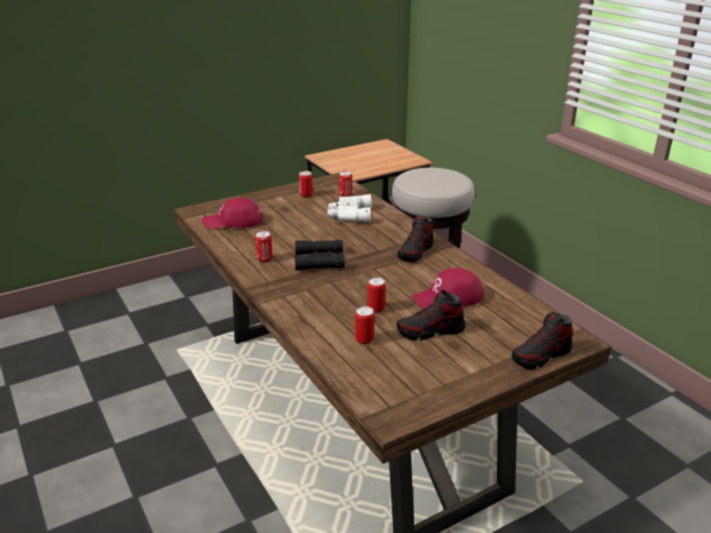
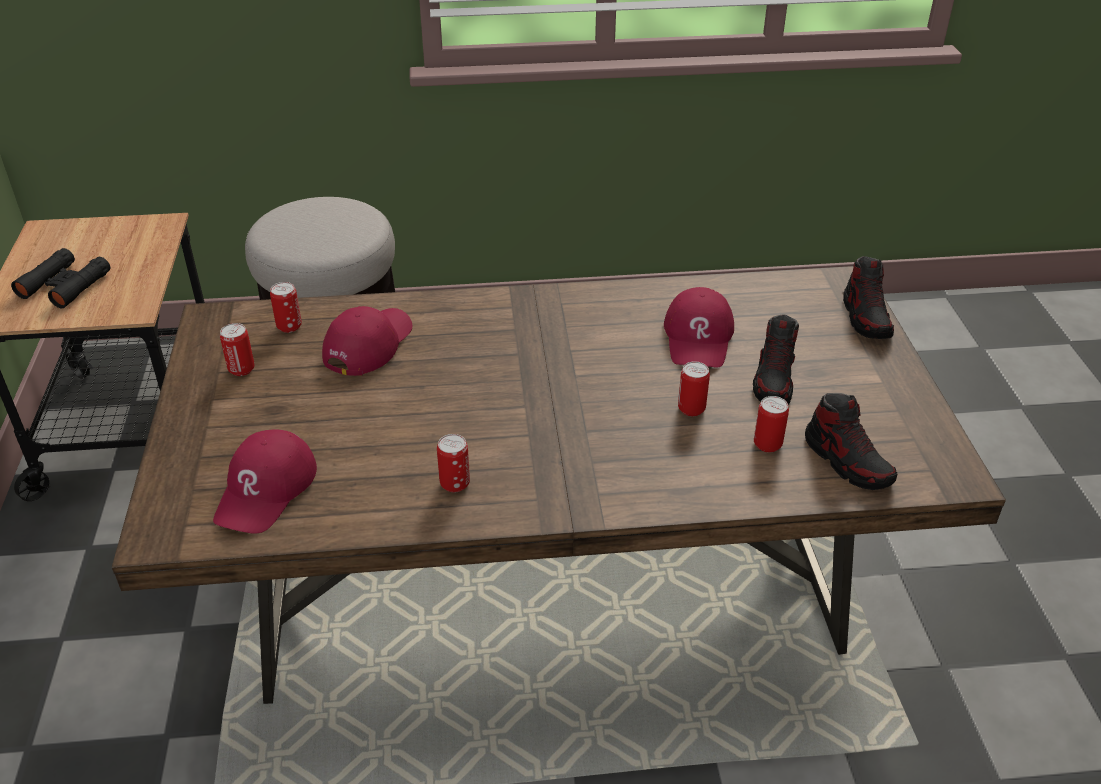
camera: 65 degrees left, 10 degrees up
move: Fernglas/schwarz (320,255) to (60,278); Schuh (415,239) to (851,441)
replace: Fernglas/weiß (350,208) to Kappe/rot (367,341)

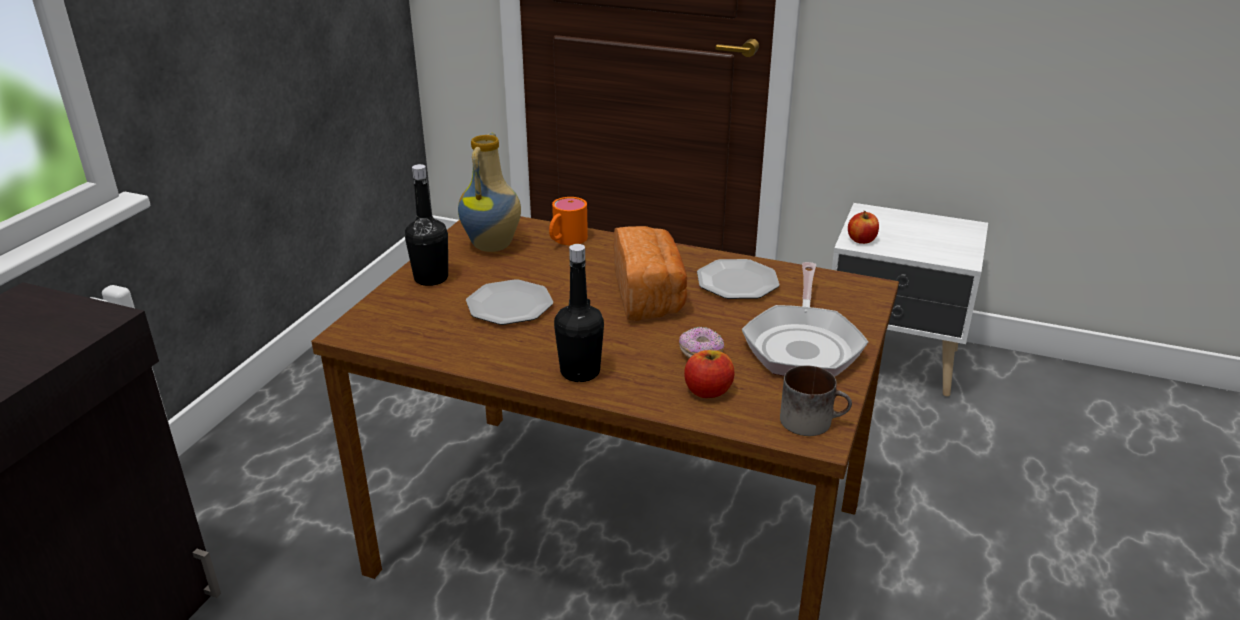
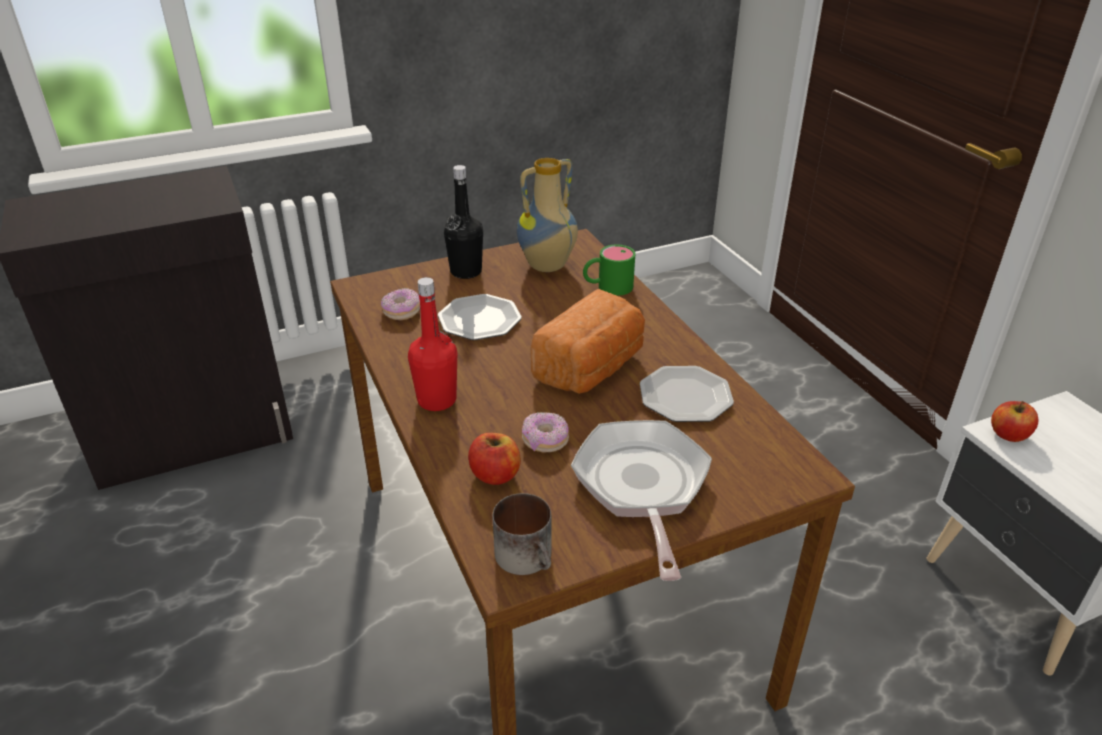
camera: 45 degrees right, 5 degrees up
insert: Donut (400,304)
recolor: Henkelbecher/orange (568,221) to Henkelbecher/grün (609,270); Flasche/schwarz (579,313) to Flasche/rot (432,344)
rotate: Pfanne (805,319) = (641,500) 120 degrees clockwise

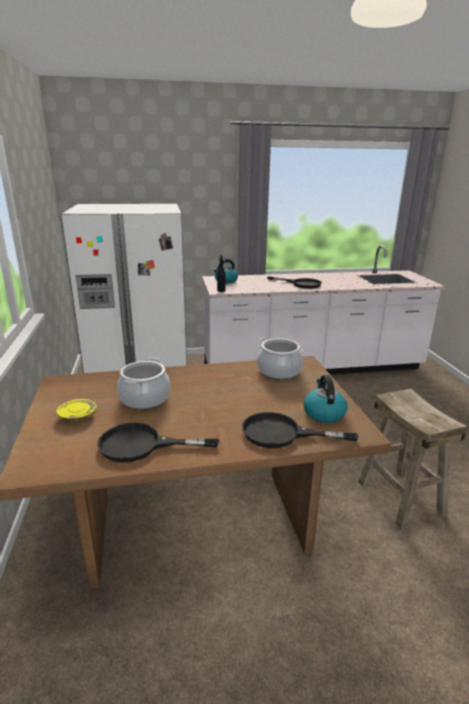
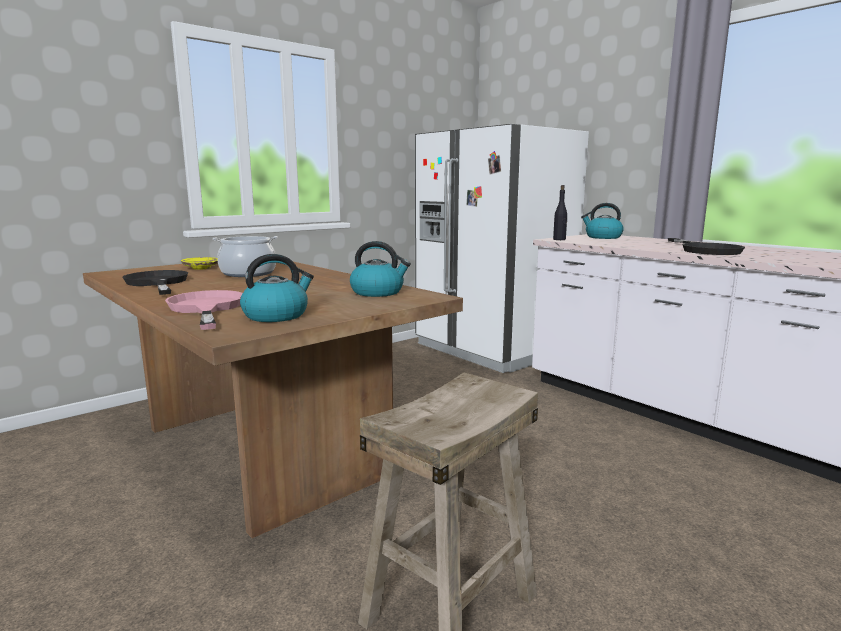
camera: 60 degrees right, 10 degrees down
replace: Kochtopf (280,358) to Wasserkessel (380,269)
recolor: Pfanne/schwarz (300,430) to Pfanne/rosa (204,310)

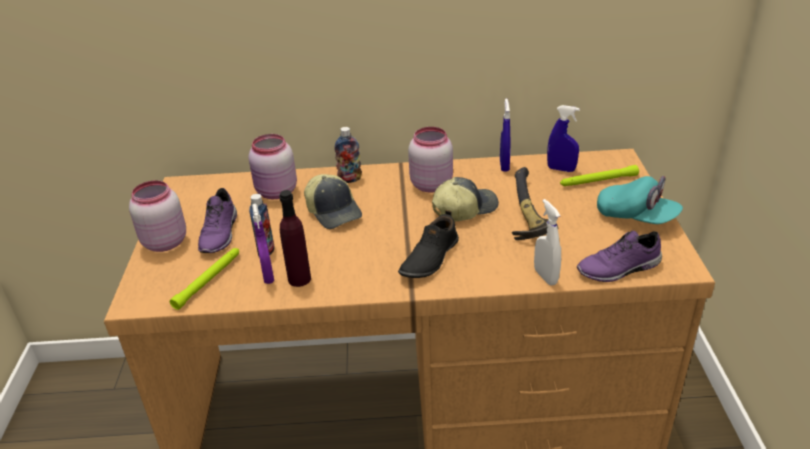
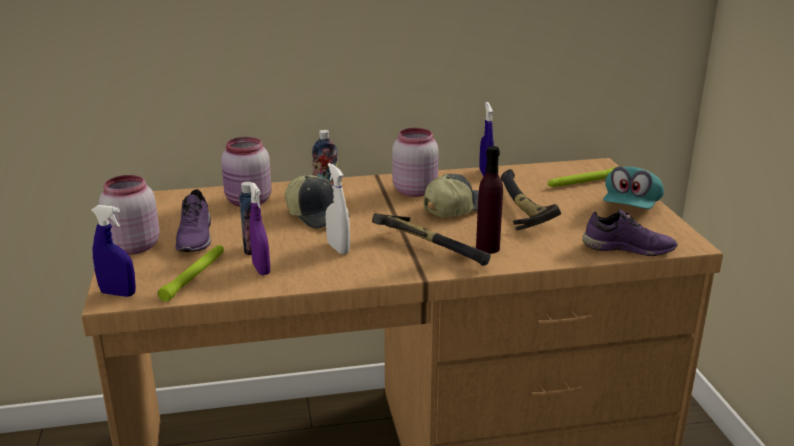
camera: 10 degrees left, 10 degrees down
move: Flasche/lila (295,238) to (489,200); Sprühflasche/weiß (547,242) to (338,208); Sprühflasche/blau (563,138) to (113,251)
replace: Schuh/schwarz (428,244) to Hammer (431,239)
rotate: Schuh/lila (619,256) = (630,232) 150 degrees counterclockwise; Kappe/türkis (640,200) = (633,188) 90 degrees clockwise

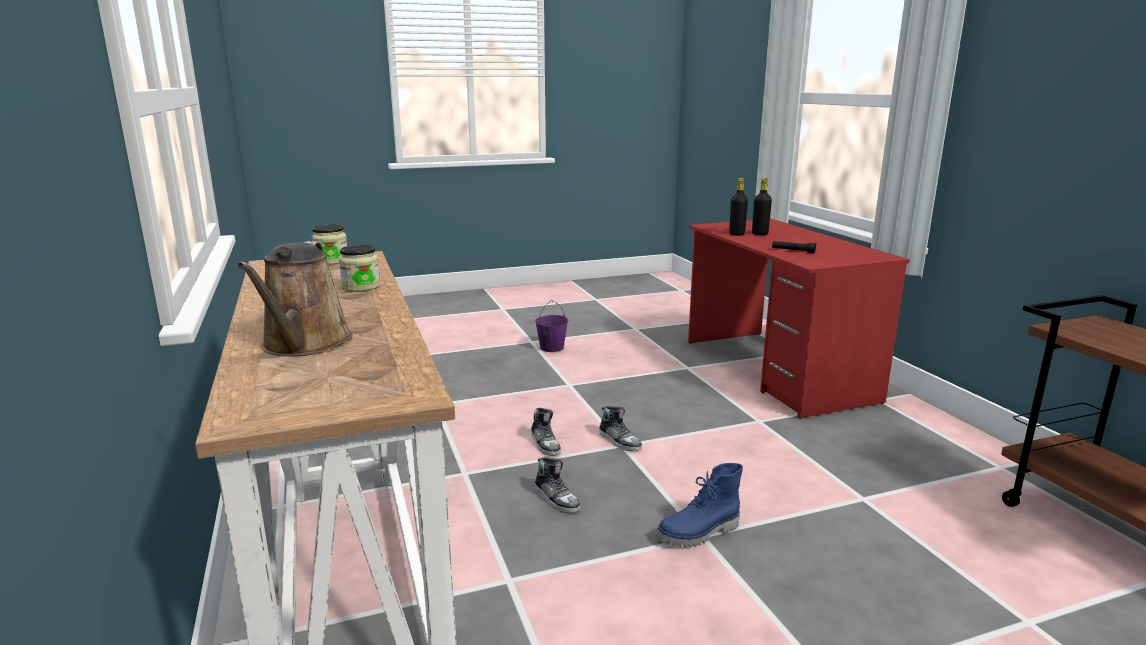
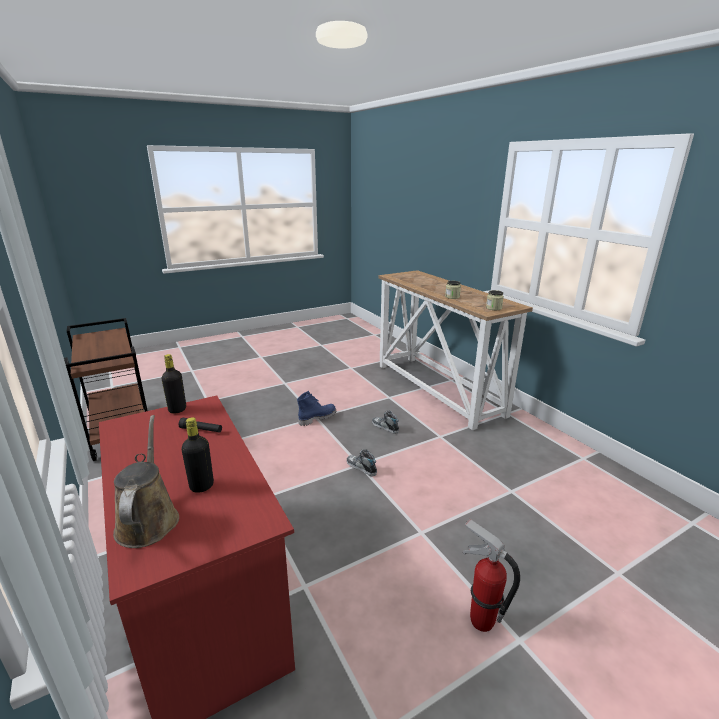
camera: 170 degrees right, 5 degrees up
delete: Schuh (546,432)
move: Gießkanne/braun (294,299) to (146,481); Flasche/schwarz (738,207) to (174,384)
replace: Eimer/lila (551,326) to Feuerlöscher (491,575)

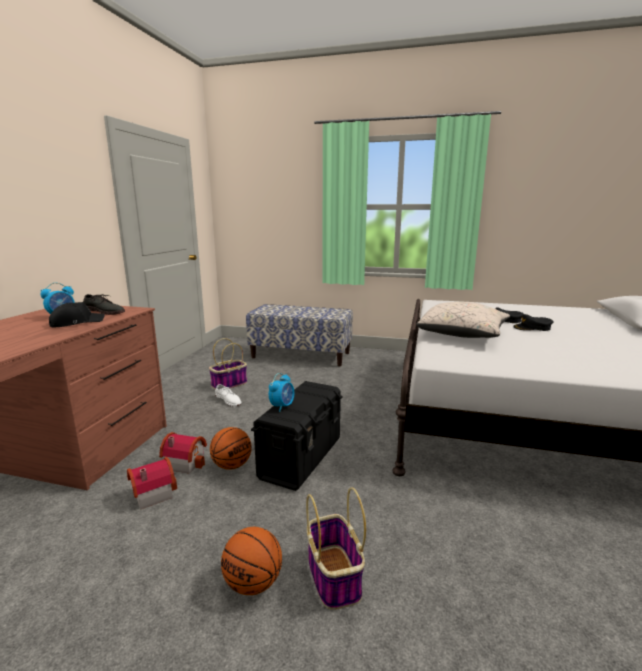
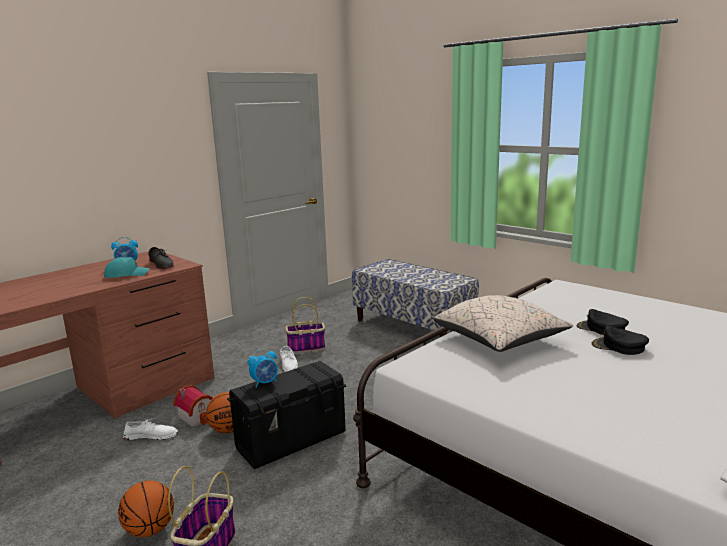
camera: 30 degrees right, 0 degrees up
replace: Spielzeughaus (152,483) to Schuh/weiß (150,429)
recolor: Kappe/schwarz (77,314) to Kappe/türkis (127,267)

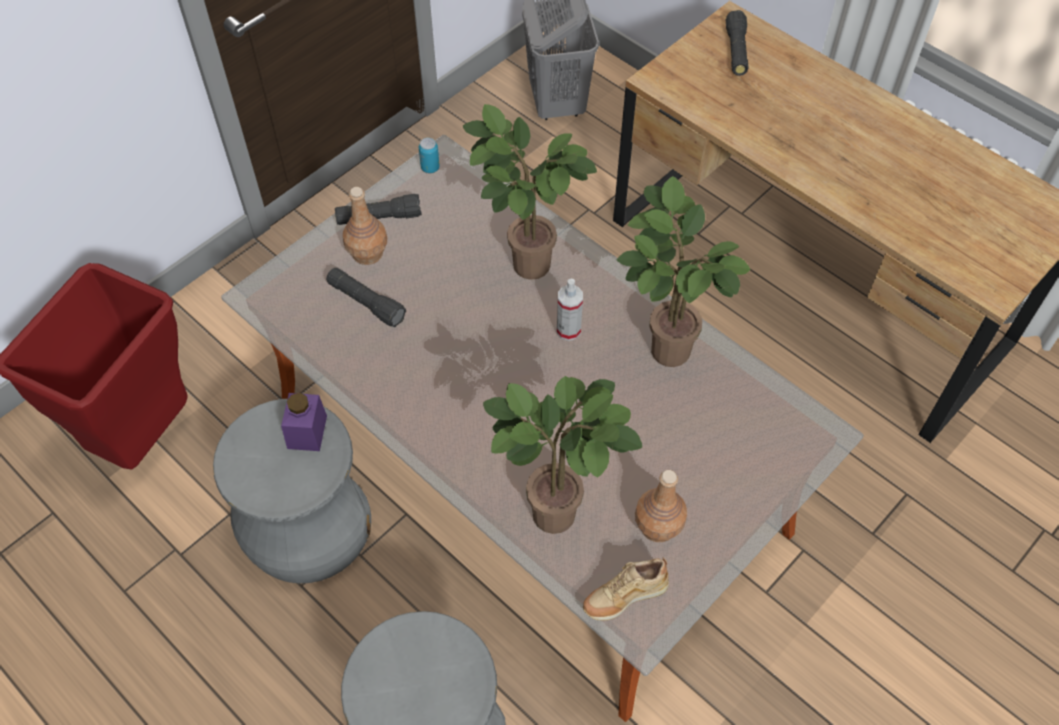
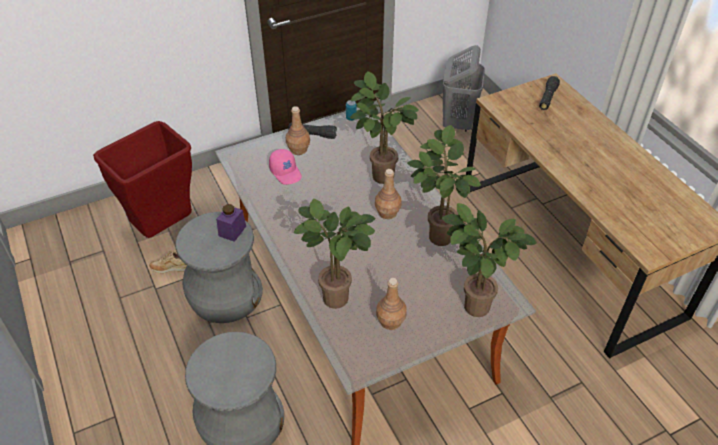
camera: 20 degrees right, 10 degrees down
insert: Topfpflanze (489,260)
move: Schuh/beige (626,589) to (168,262)
replace: Taschenlampe/schwarz (366,297) to Kappe/rosa (285,167); Sprühflasche (570,310) to Flasche/braun (388,194)

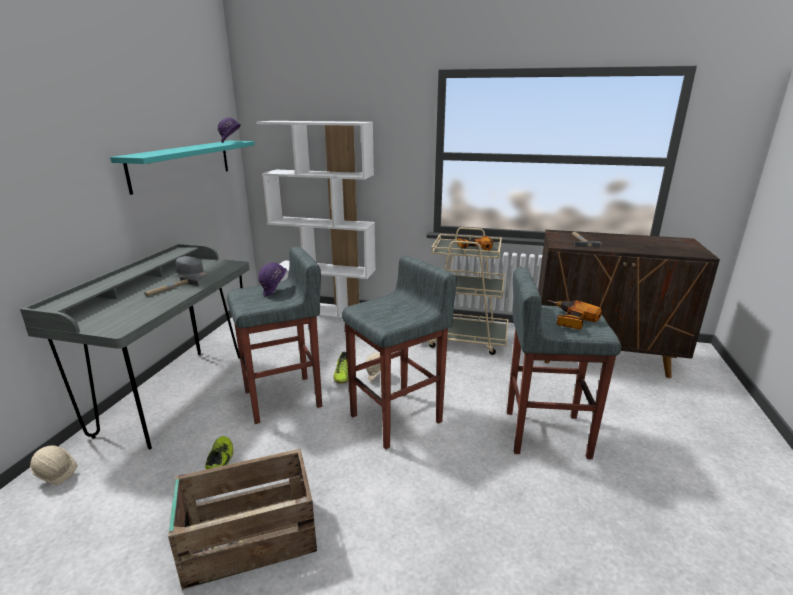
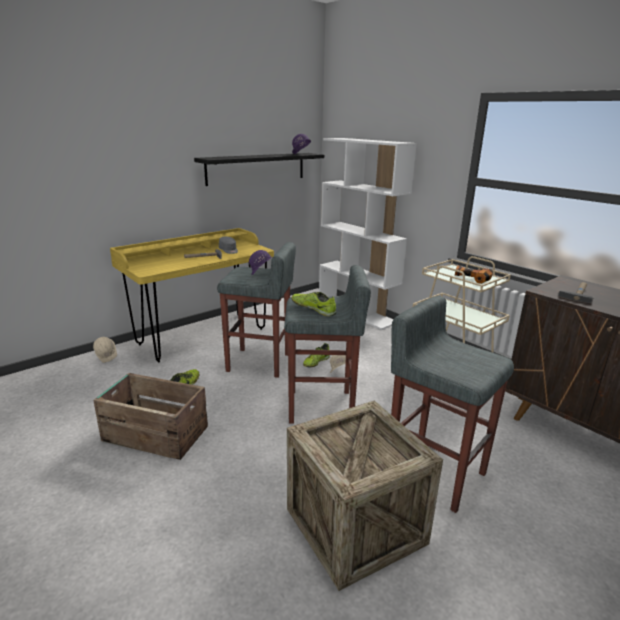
camera: 35 degrees right, 0 degrees up
delete: Bohrmaschine (575,315)
insert: Kiste (365,495); Schuh (314,304)
recolor: Schreibtisch/grau (135,346) to Schreibtisch/gelb (192,295); Wandregal/türkis (182,168) to Wandregal/schwarz (259,169)

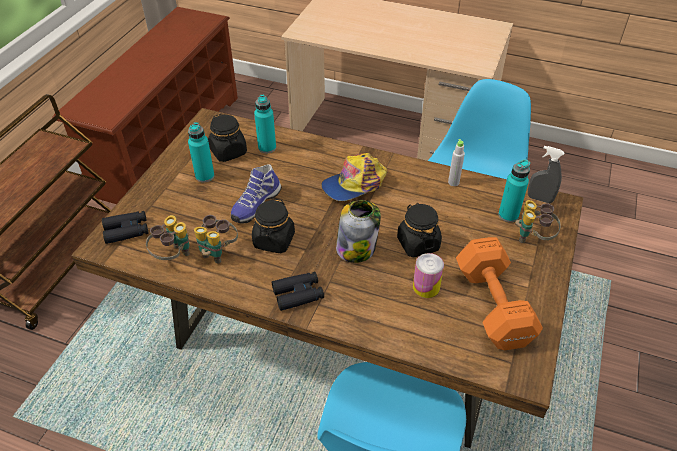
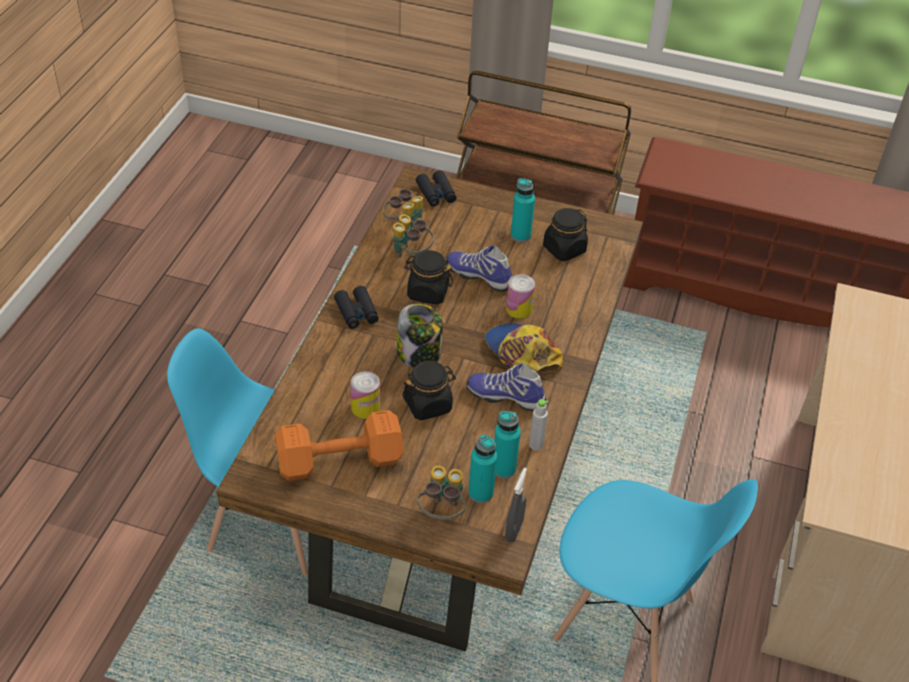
camera: 85 degrees right, 0 degrees up
insert: Schuh (506,387); Dose (520,296)
move: Flasche/türkis (265,124) to (507,444)

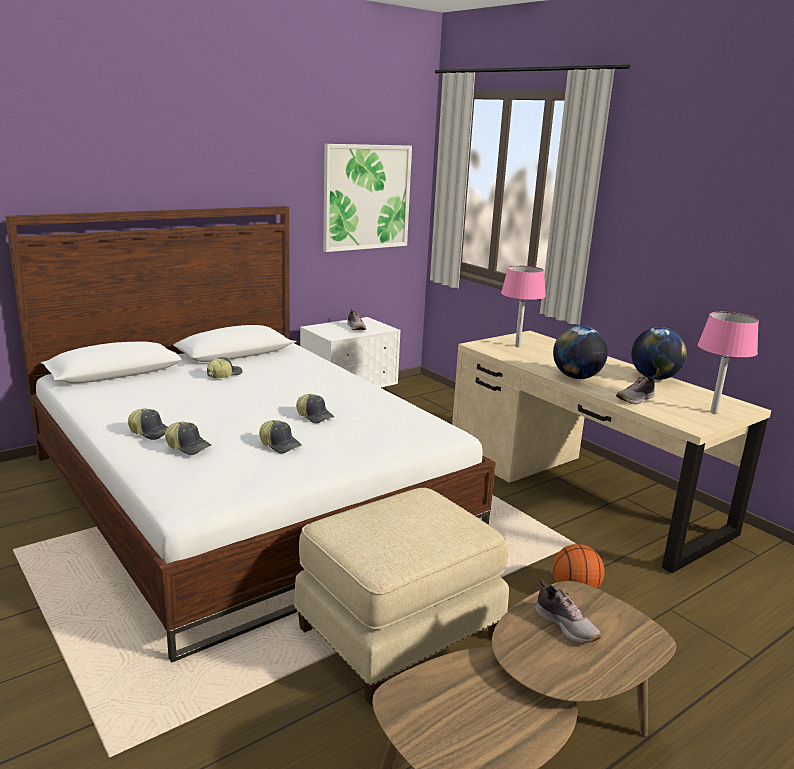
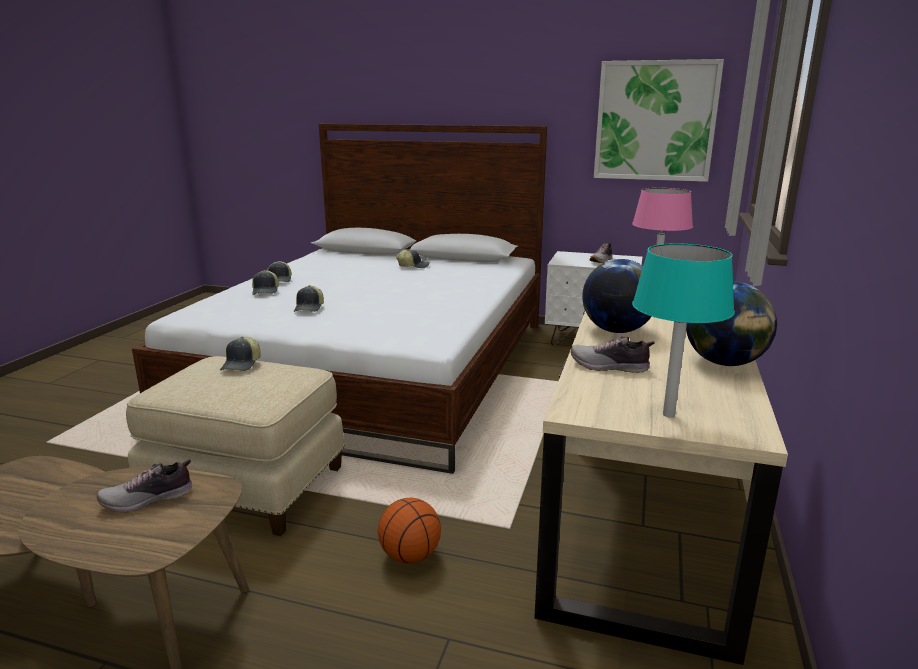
camera: 55 degrees right, 0 degrees up
move: Kappe (315,408) to (240,353)
recolor: Tischlampe/rosa (728,363) to Tischlampe/türkis (683,330)
rotate: Schuh (568,611) = (145,486) 45 degrees clockwise

